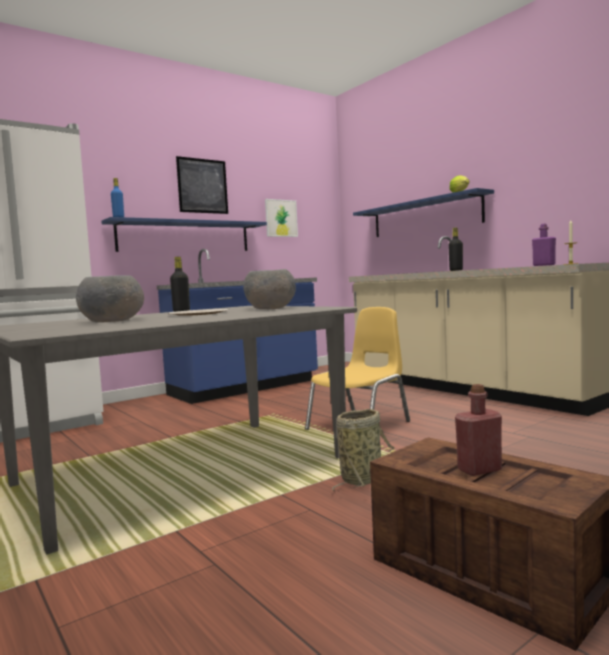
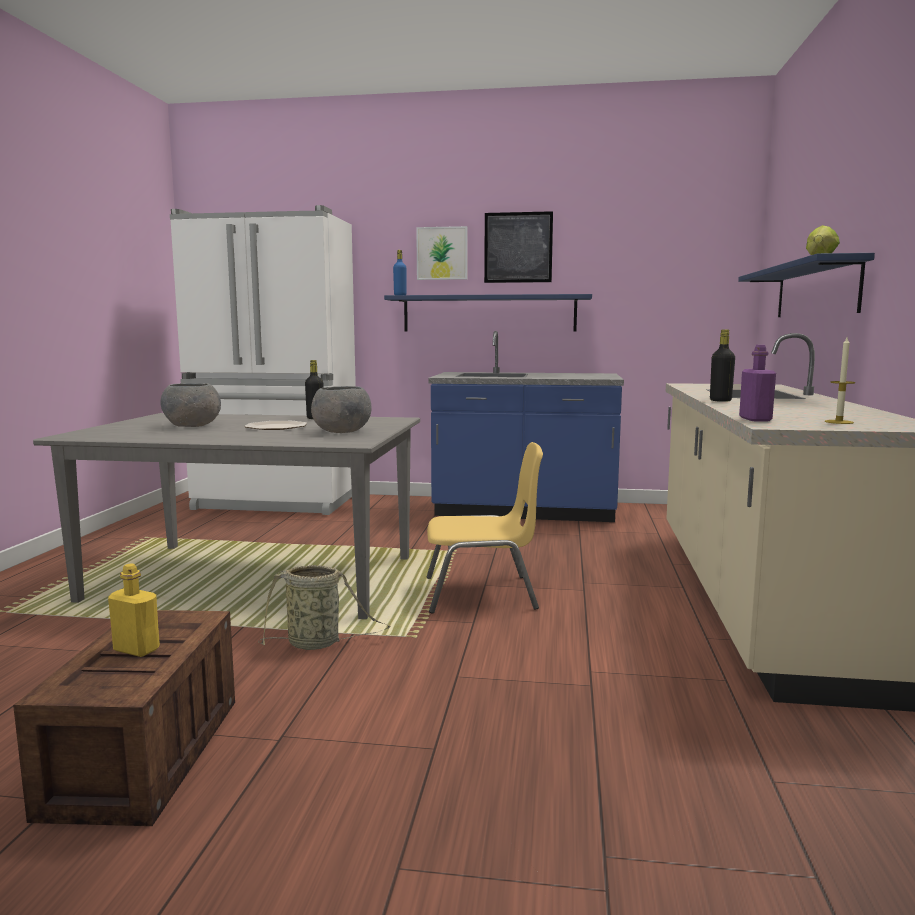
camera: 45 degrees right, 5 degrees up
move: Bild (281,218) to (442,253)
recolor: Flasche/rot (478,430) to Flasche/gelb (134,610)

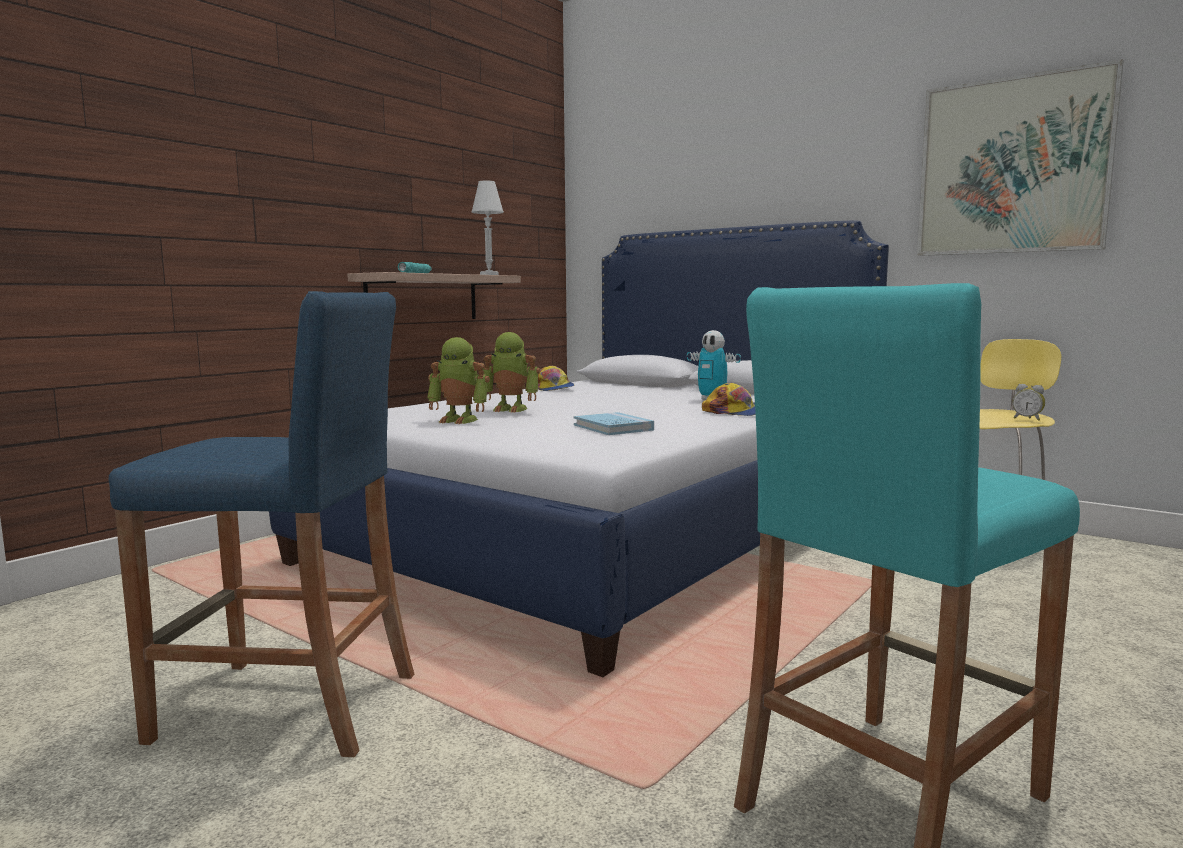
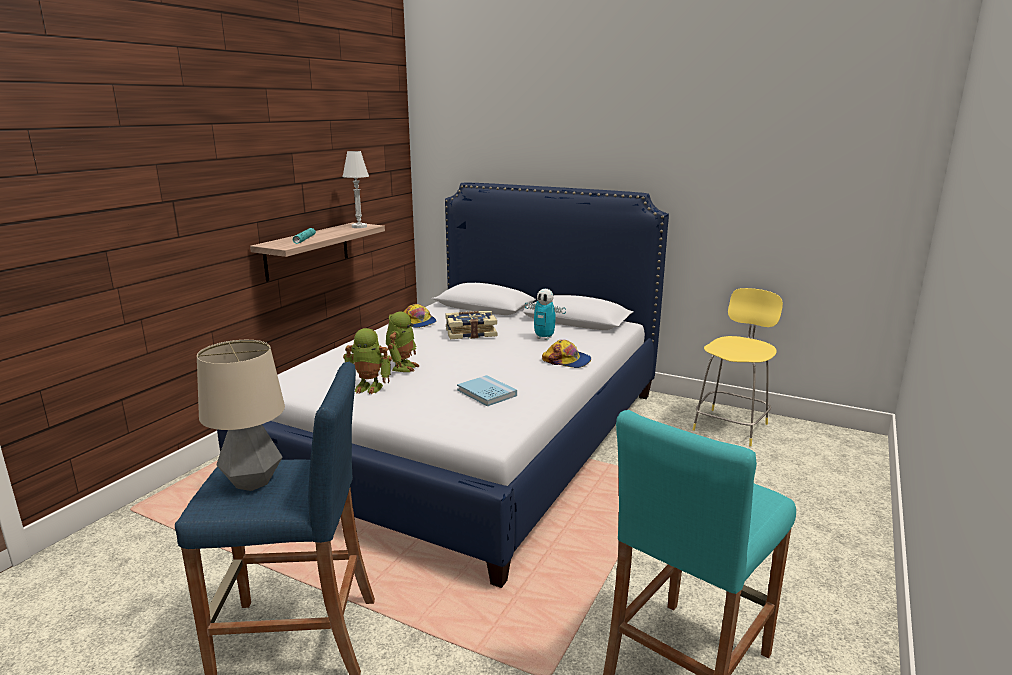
camera: 10 degrees left, 10 degrees up
delete: Bild (1020,157); Wecker (1028,402)
insert: Tischlampe (241,415); Buch (471,325)
rotate: Spielzeugroboter (511,372) = (402,342) 75 degrees counterclockwise

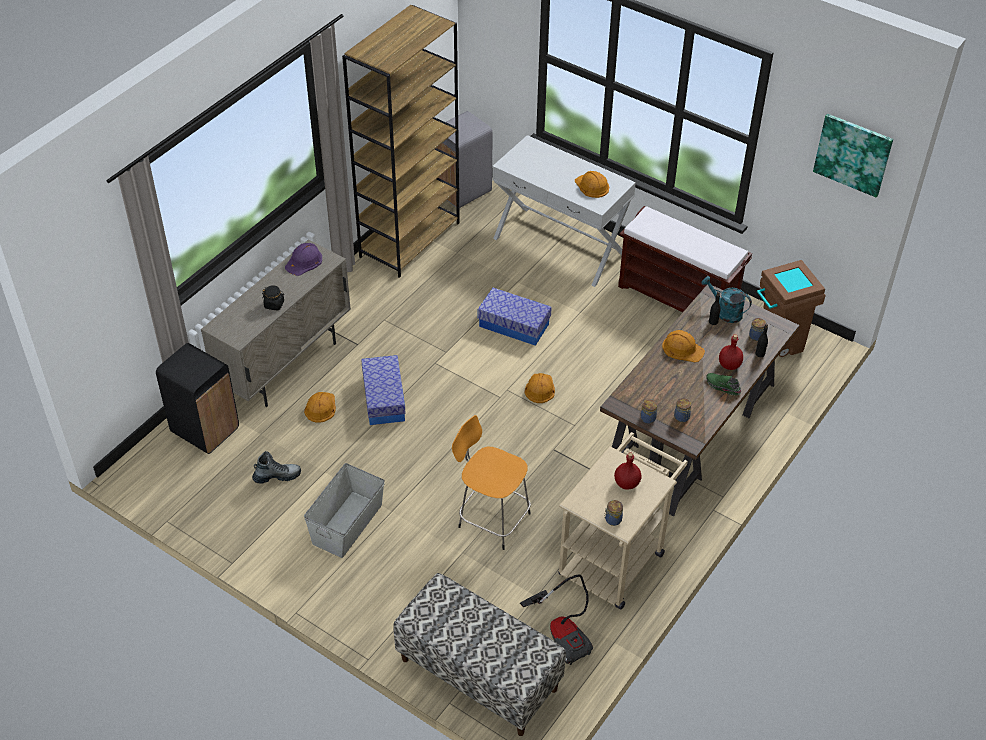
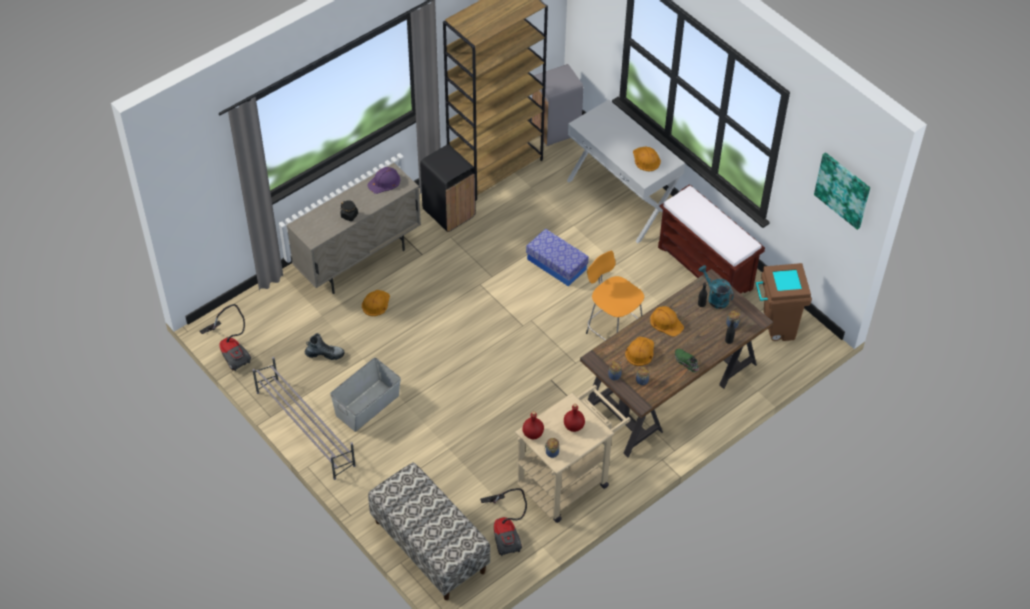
camera: 15 degrees right, 5 degrees up
delete: Aufbewahrungsbox (383,390)
insert: Staubsauger (225,337); Schuhregal/grau (304,418)
move: Mülleimer/schwarz (197,398) to (448,188); Hocker/orange (491,482) to (615,296); Schutzhelm/orange (539,388) to (639,351); Flasche/rot (731,352) to (533,425)

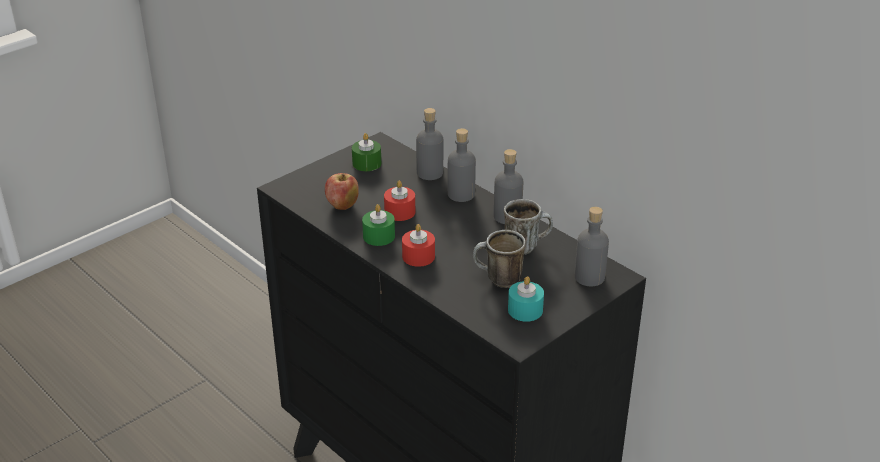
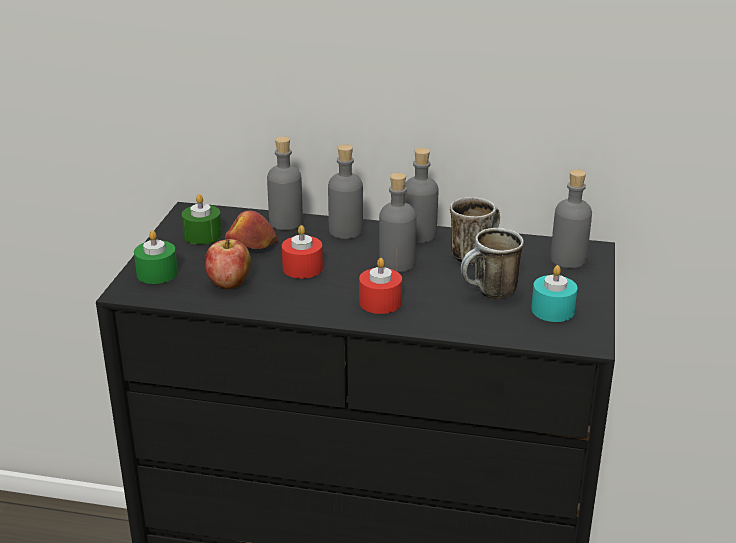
camera: 35 degrees left, 5 degrees down
insert: Apfel (251,230); Flasche/grau (397,222)
move: Kerze/grün (378,225) to (156,257)

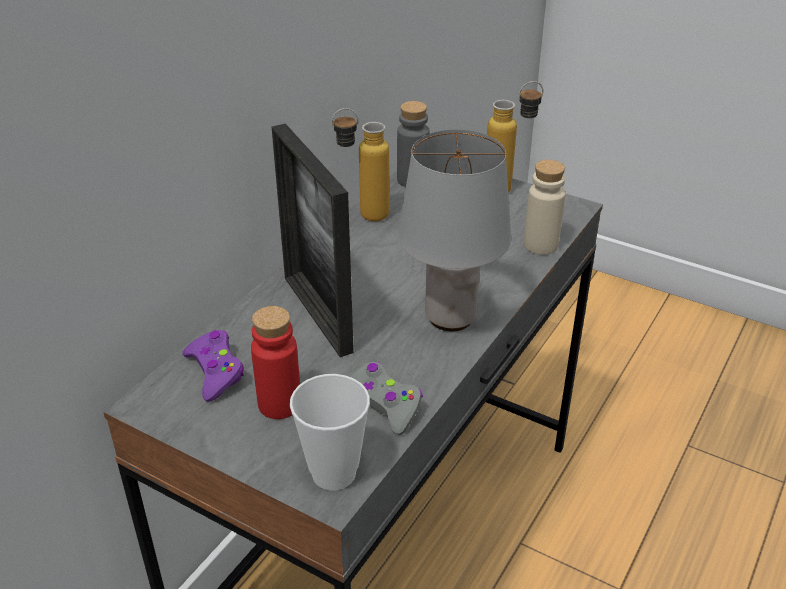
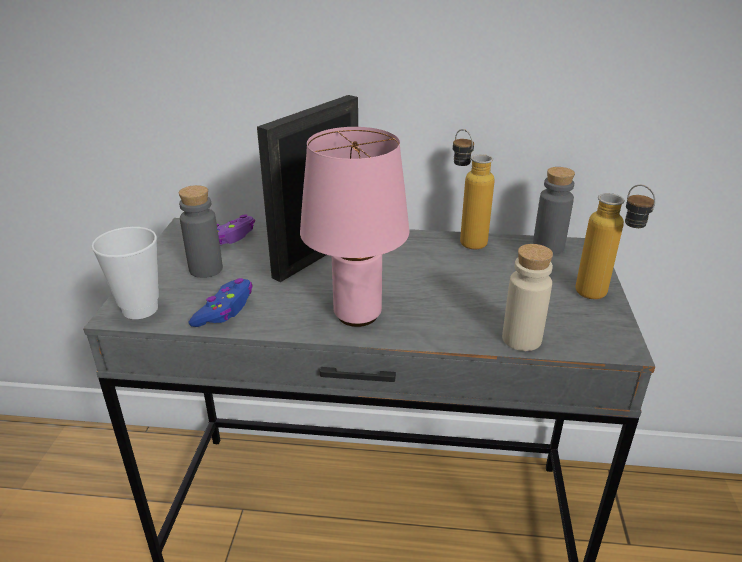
camera: 65 degrees right, 5 degrees down
recolor: Flasche/rot (275,362) to Flasche/grau (201,231); Gamepad/grau (386,398) to Gamepad/blau (221,302); Tischlampe/grau (454,230) to Tischlampe/rosa (354,227)

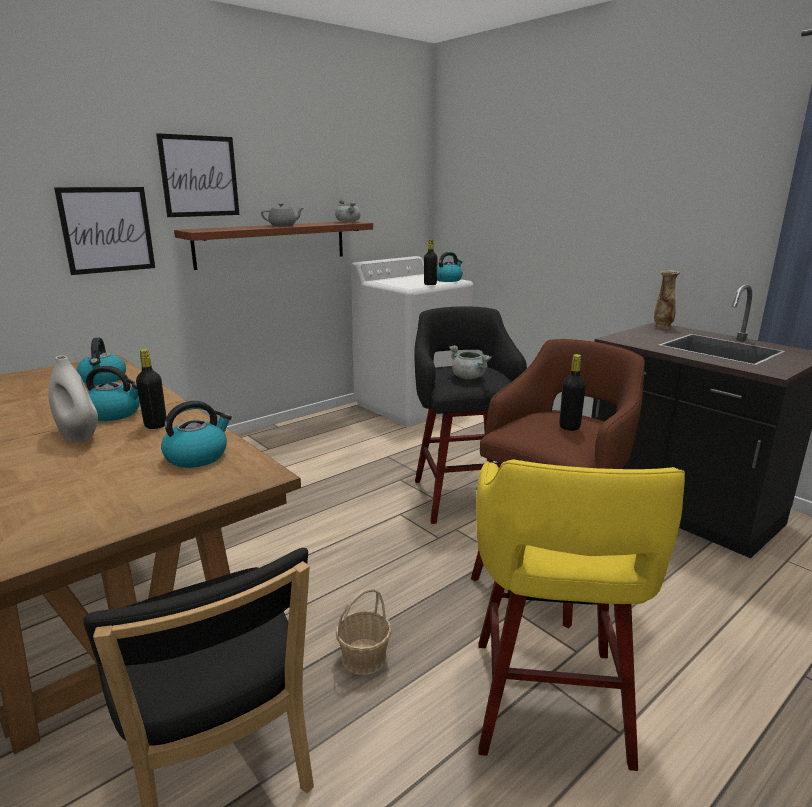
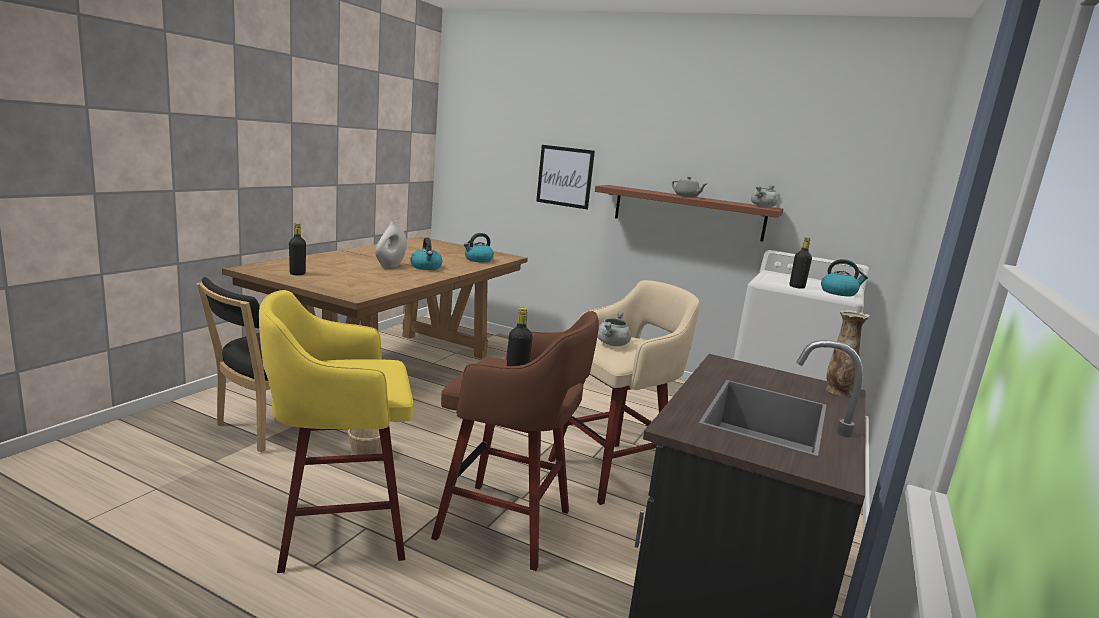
camera: 65 degrees right, 5 degrees down
delete: Bild (197,175); Wasserkessel (196,434)
move: Flasche/schwarz (151,389) to (297,249)
recolor: Hocker/schwarz (470,415) to Hocker/beige (624,392)

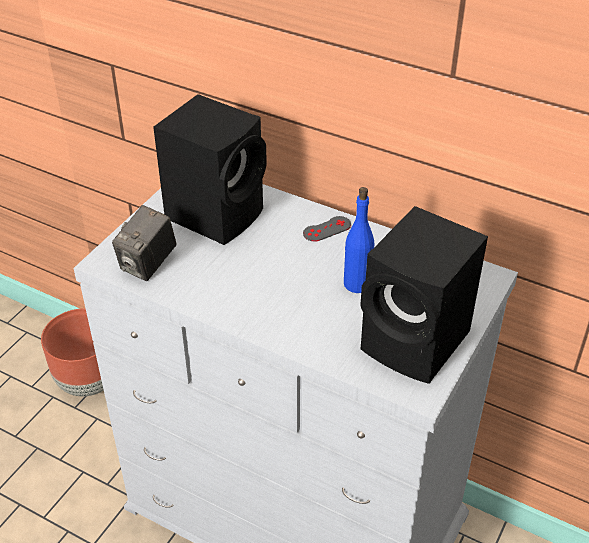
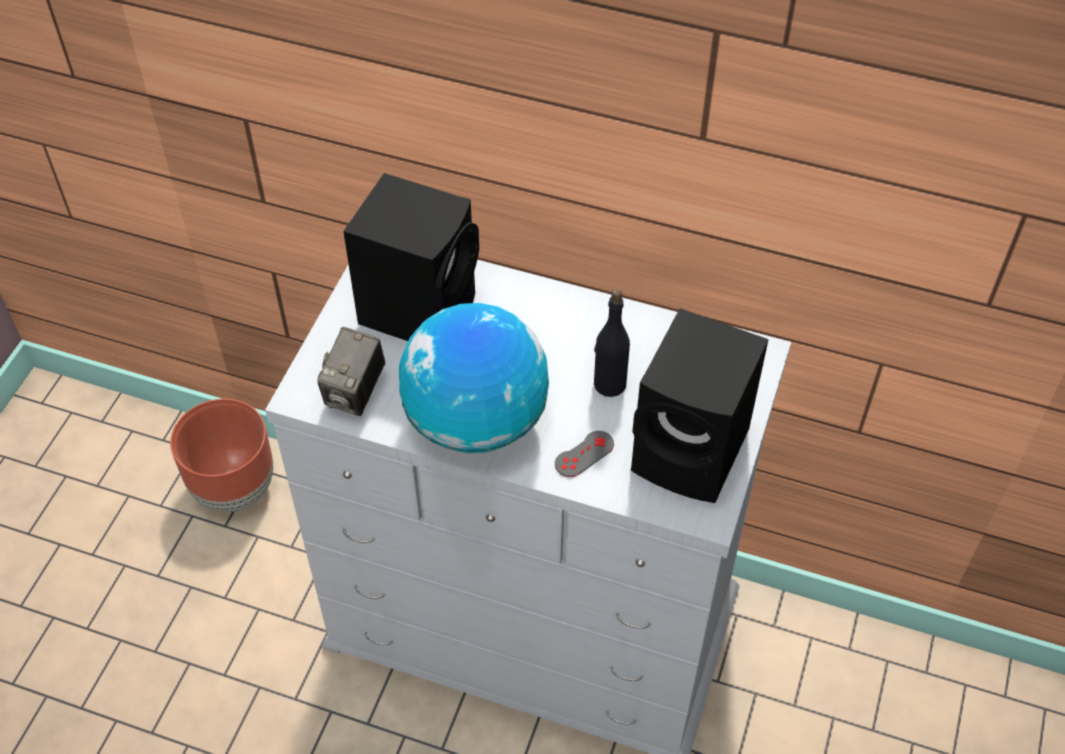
camera: 10 degrees left, 10 degrees up
insert: Globus (474,378)
move: Gamepad/grau (327,228) to (584,454)
recolor: Flasche/blau (359,240) to Flasche/schwarz (612,343)

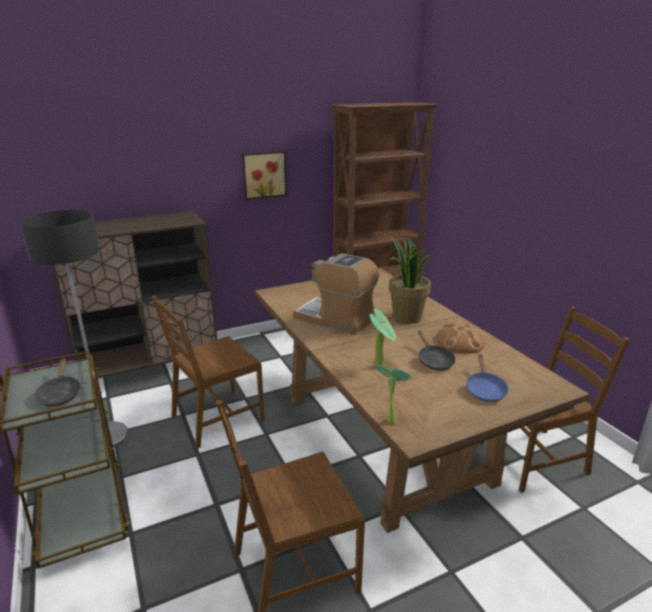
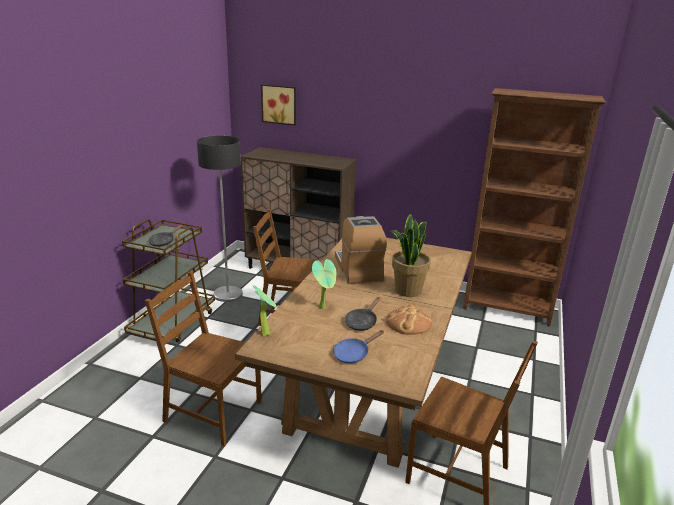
camera: 45 degrees right, 0 degrees up
move: Bild (264,175) to (278,105)

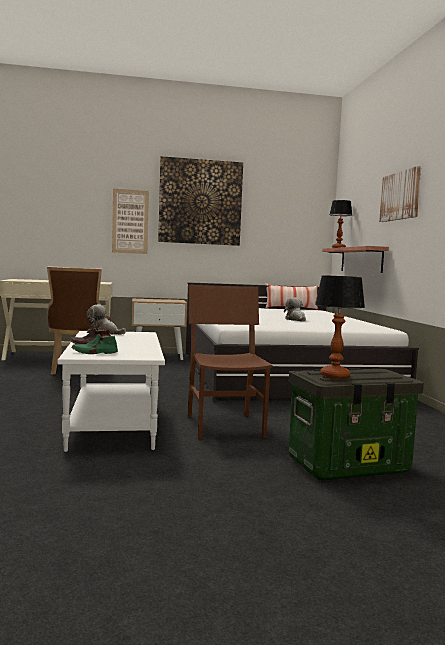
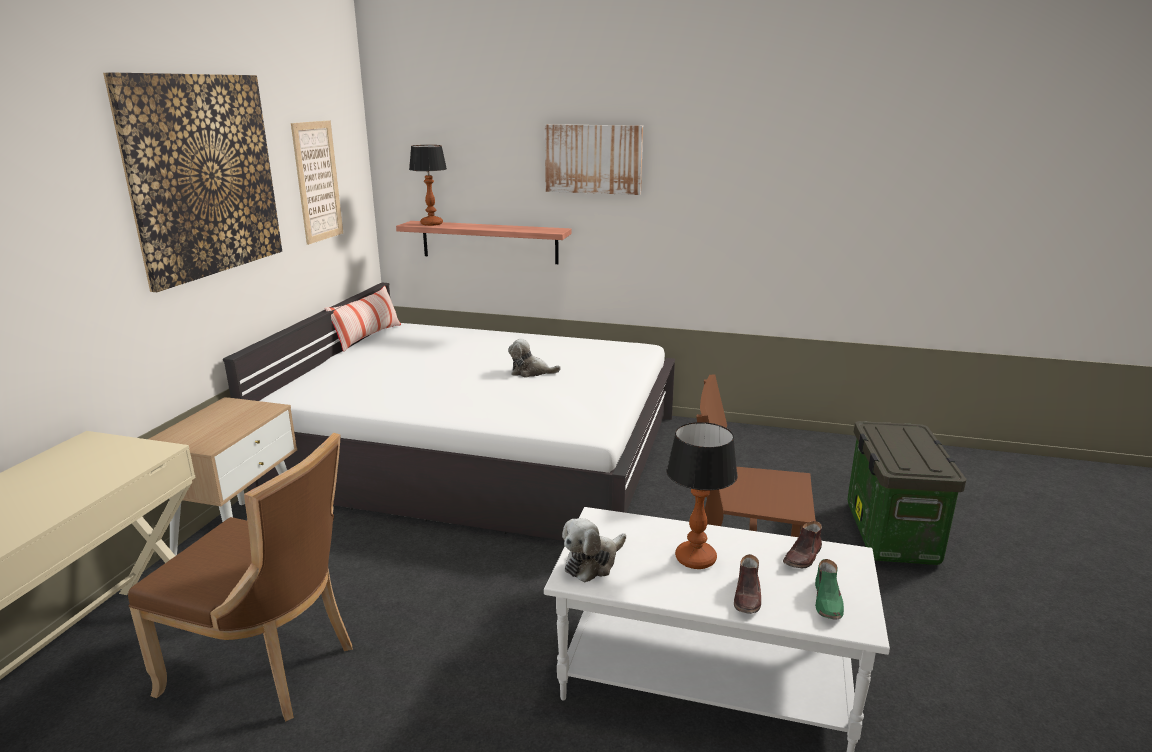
camera: 65 degrees left, 15 degrees up
insert: Schuh/braun (802,545)
move: Bild (130,221) to (317,182); Tischlampe (340,327) to (702,495)

